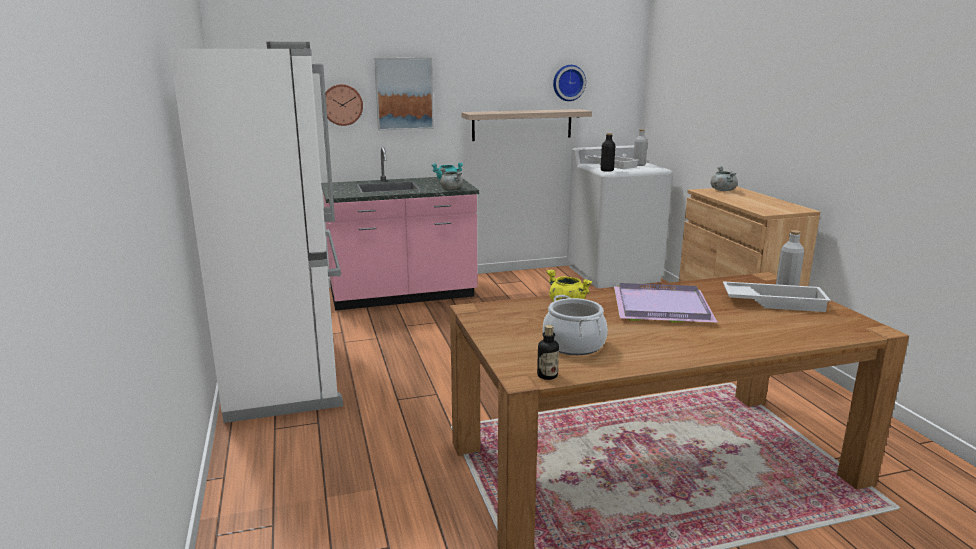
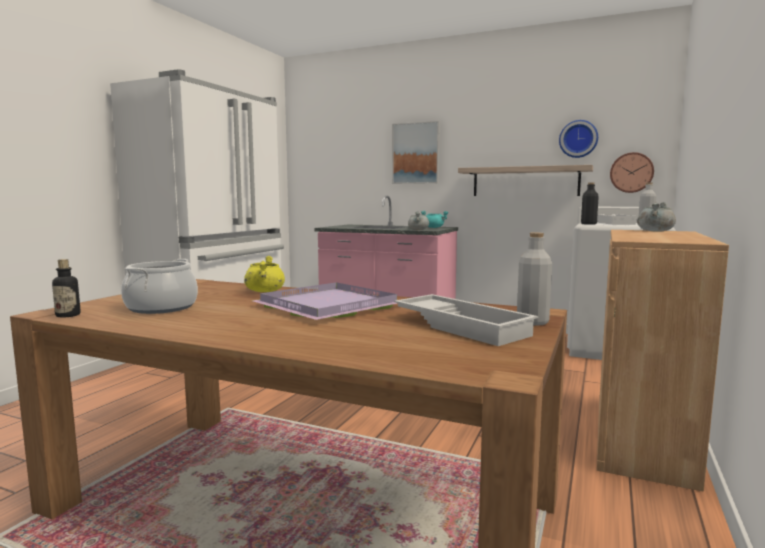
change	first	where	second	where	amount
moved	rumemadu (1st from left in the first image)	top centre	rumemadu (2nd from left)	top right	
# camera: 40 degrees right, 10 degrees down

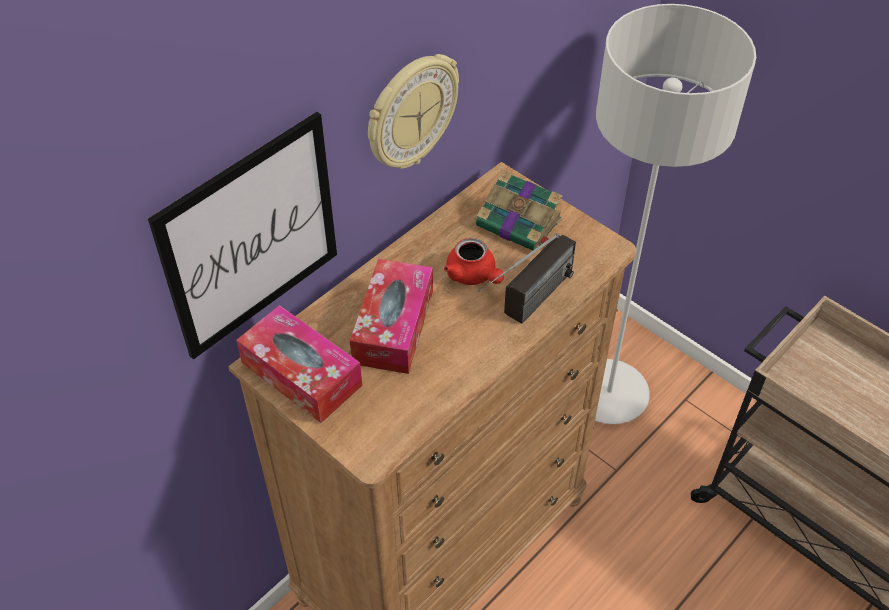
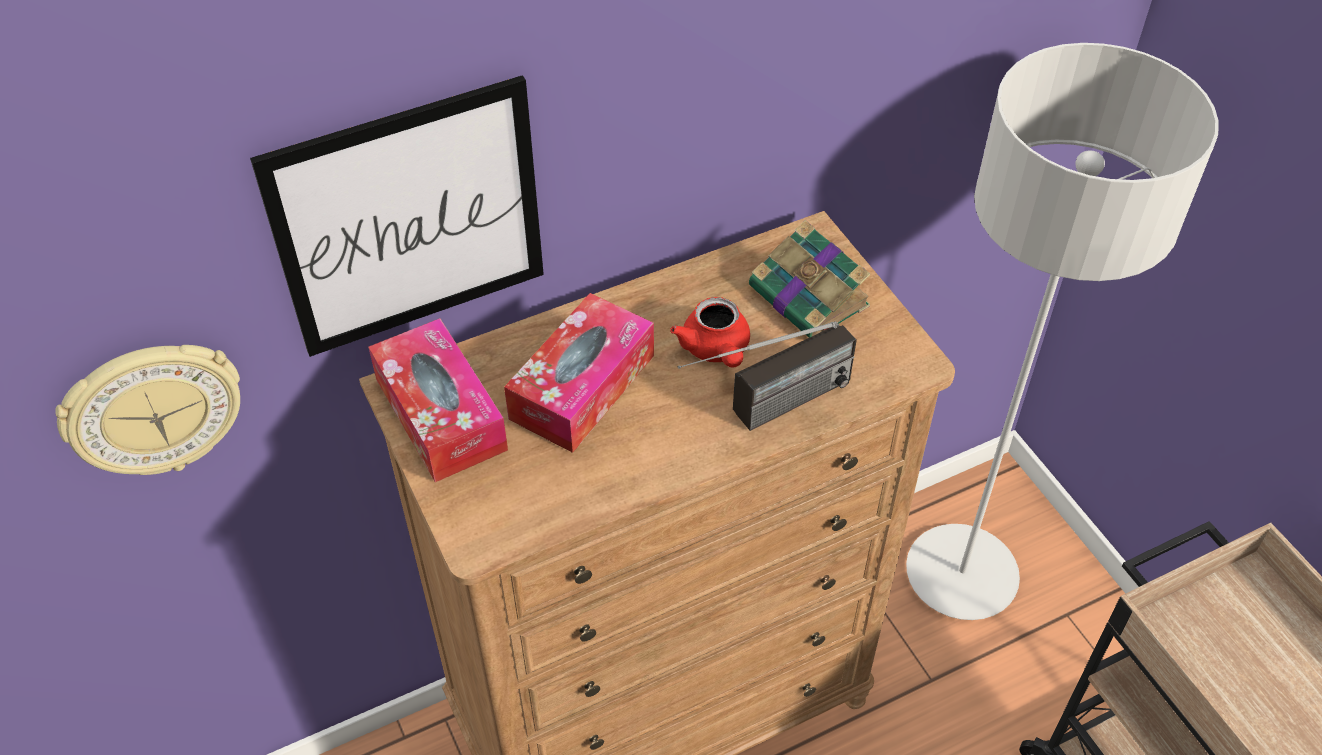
change	first	where	second	where	amount
moved	rumemadu	top centre		middle left	
# camera: 20 degrees right, 0 degrees up

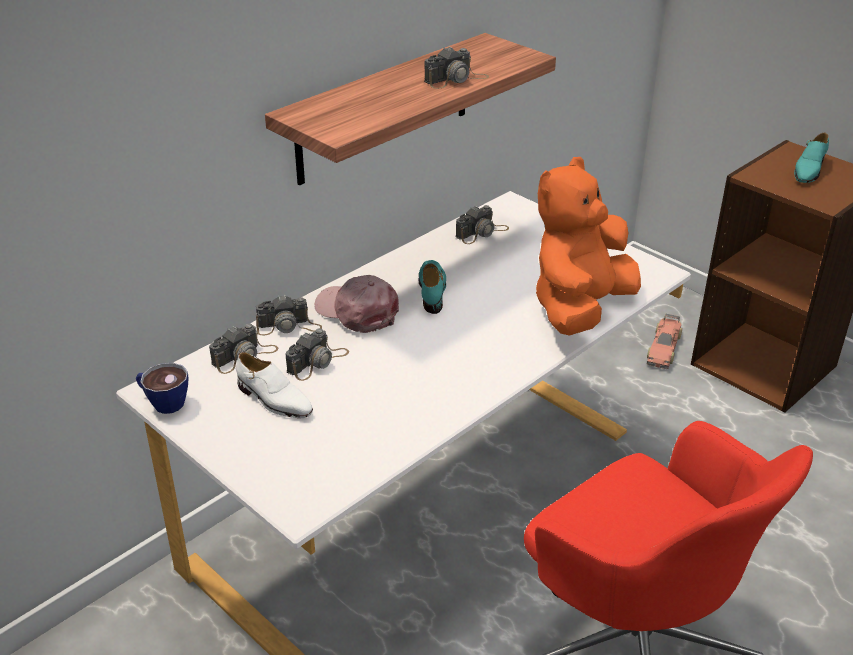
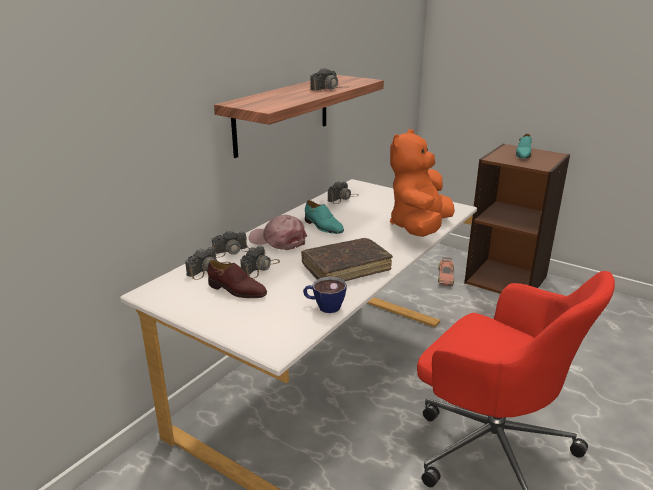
change	first	where	second	where	amount
moved	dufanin	middle left		centre	
recoloured	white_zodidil	middle left	brown_zodidil	centre	
turned	turquoise_zodidil (1st from left)	centre		centre	150 degrees clockwise
added			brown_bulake	centre	
# camera: 10 degrees left, 10 degrees down

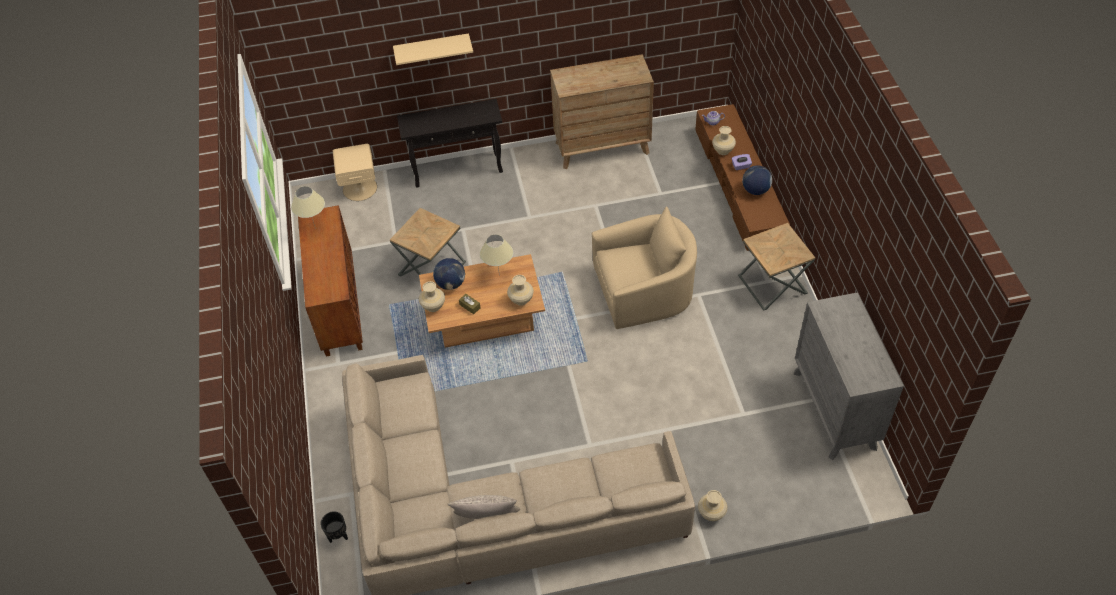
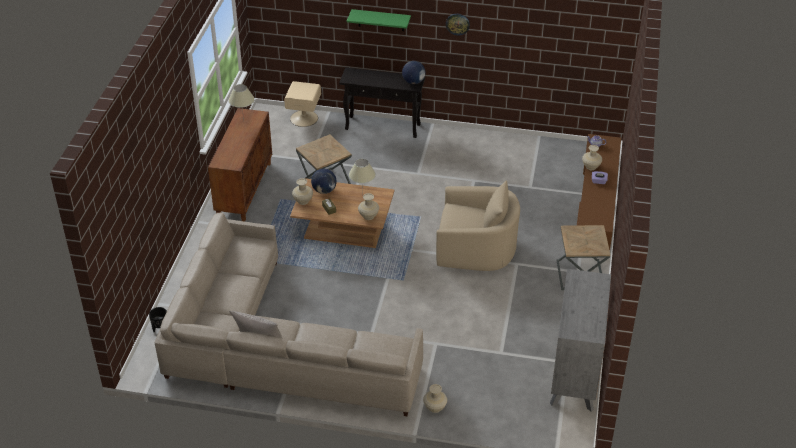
change	first	where	second	where	amount
recoloured	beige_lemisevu	top centre	green_lemisevu	top centre	
removed	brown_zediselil	top centre			
moved	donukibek (2nd from left)	top right		top centre	
added			rumemadu	top centre	
# camera: 20 degrees right, 10 degrees down

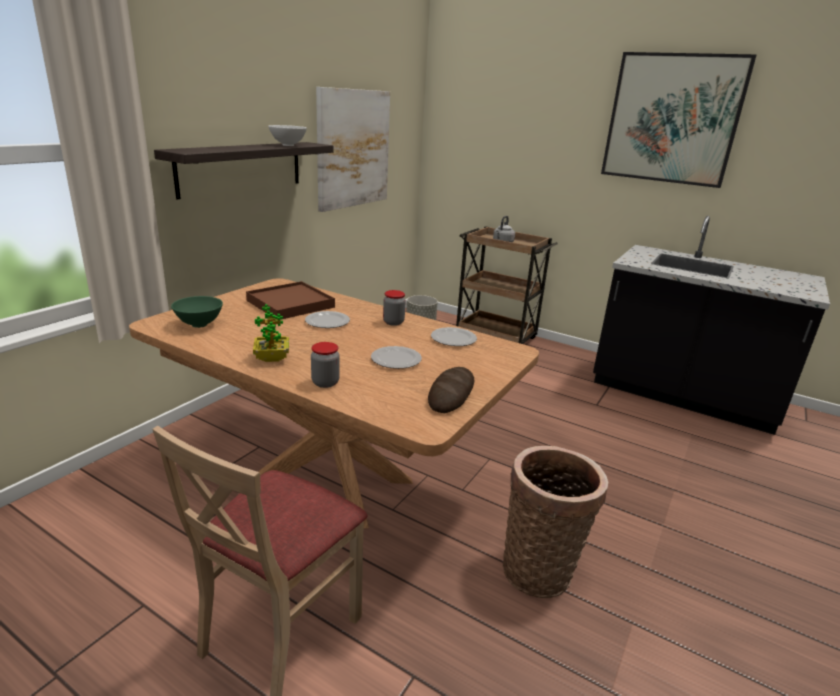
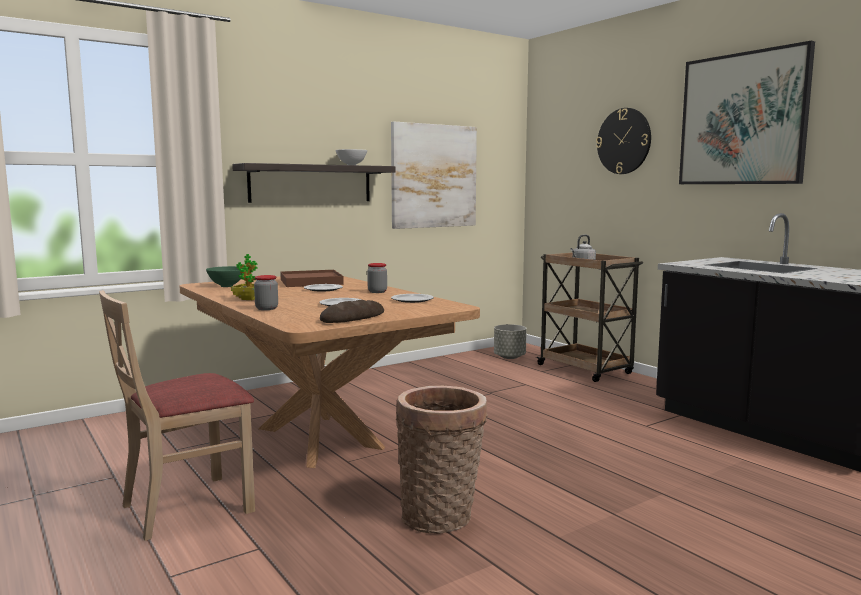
change	first	where	second	where	amount
added			rumemadu	top right	
# camera: 25 degrees right, 15 degrees down

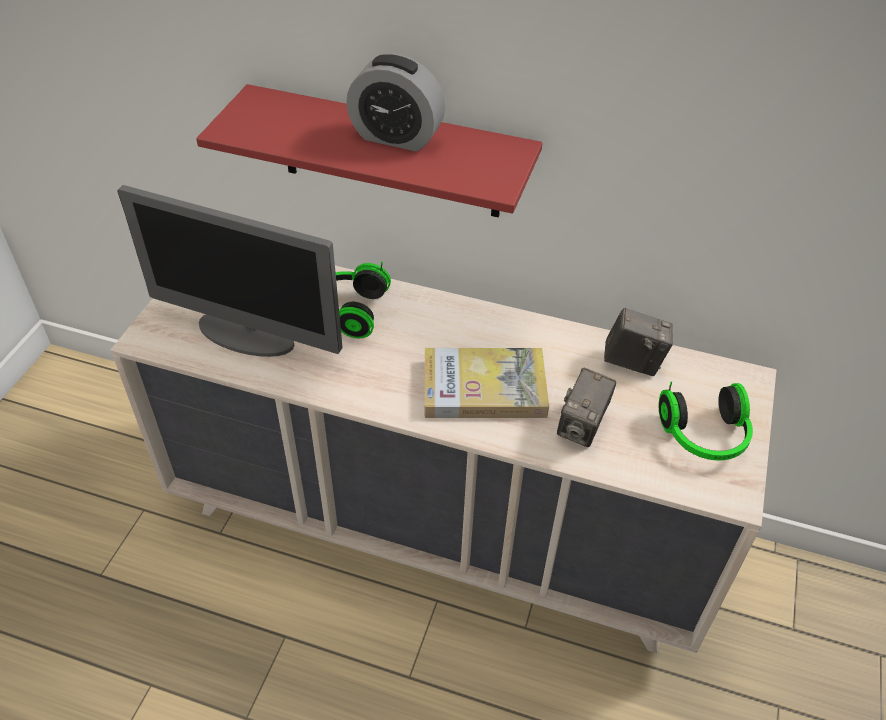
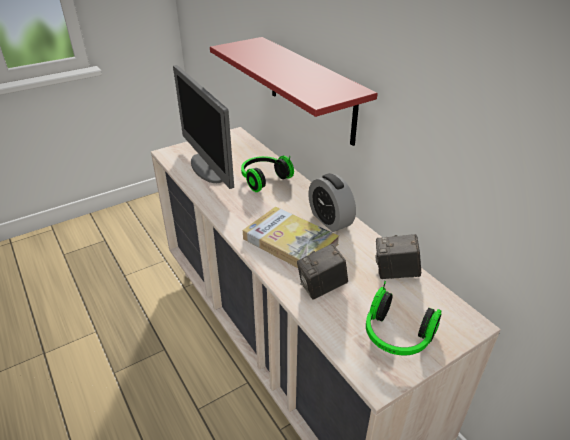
change	first	where	second	where	amount
moved	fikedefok	top centre		centre	
turned	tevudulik (2nd from left)	middle right		middle right	135 degrees clockwise
# camera: 40 degrees right, 10 degrees down

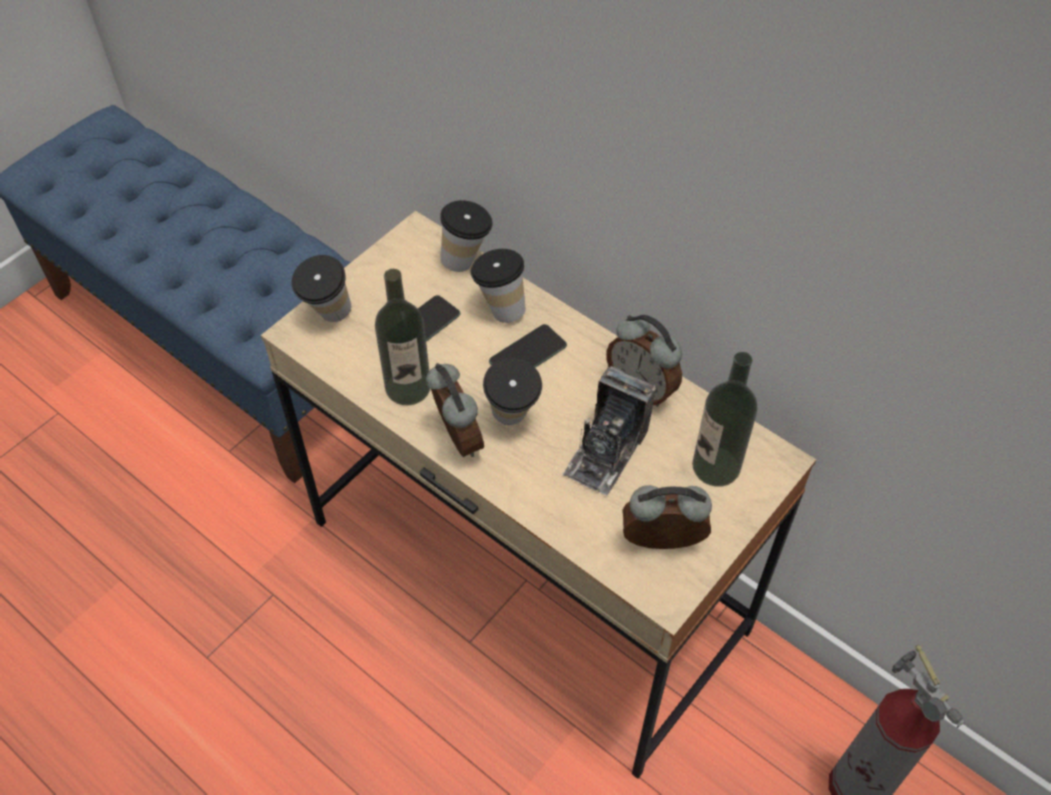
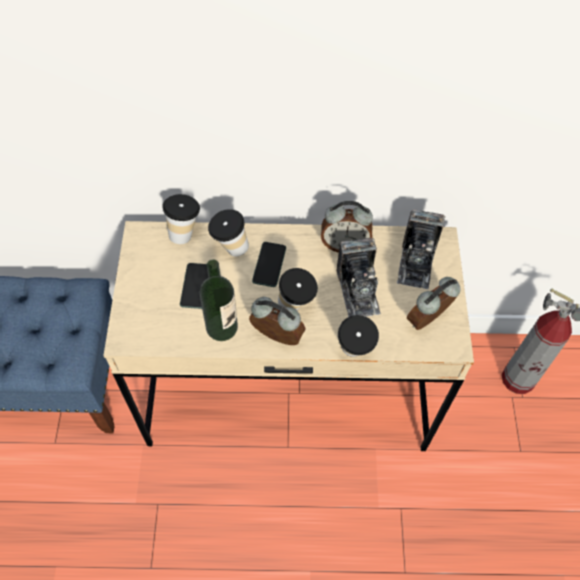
change	first	where	second	where	amount
moved	dufanin (1st from left in the first image)	middle left	dufanin (4th from left)	centre	
replaced	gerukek (2nd from left)	middle right	tevudulik (2nd from left)	middle right	
# camera: 40 degrees left, 5 degrees up

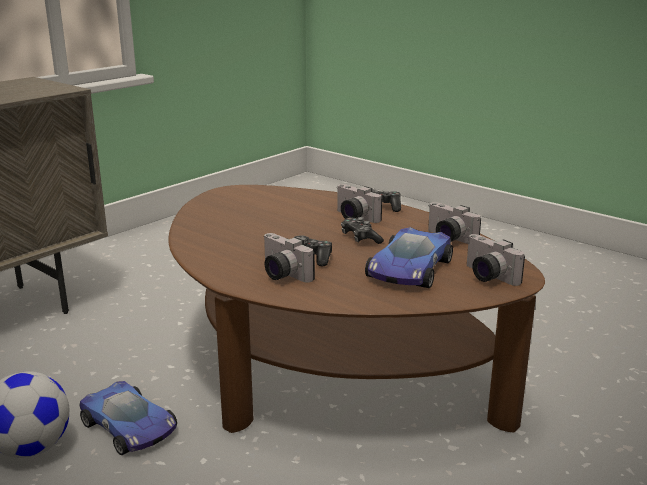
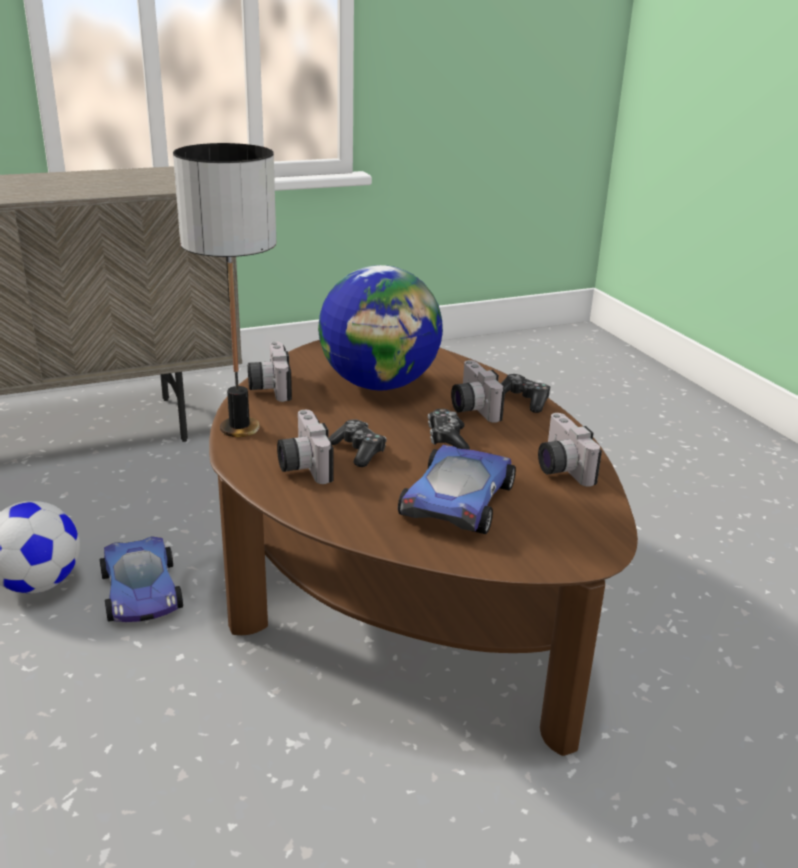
change	first	where	second	where	amount
turned	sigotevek (2nd from left)	centre		centre	150 degrees clockwise
moved	tevudulik (4th from left in the first image)	middle right	tevudulik (1st from left)	centre	
added			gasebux	middle left	
added			donukibek	centre	
# camera: 25 degrees right, 5 degrees up

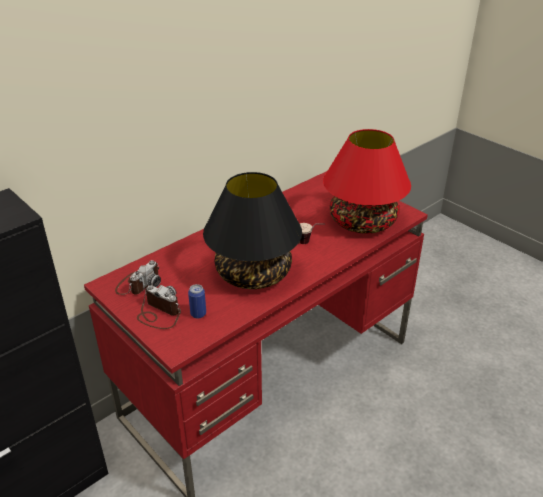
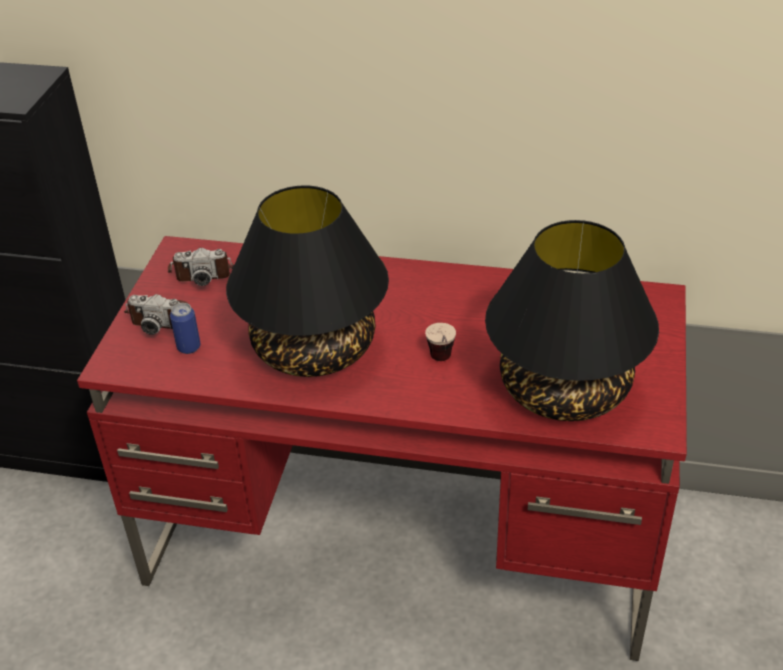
change	first	where	second	where	amount
turned	tevudulik (2nd from left in the first image)	middle left	tevudulik (1st from left)	middle left	105 degrees clockwise
recoloured	red_gasebux	middle right	black_gasebux (2nd from left)	middle right	
# camera: 55 degrees right, 5 degrees up

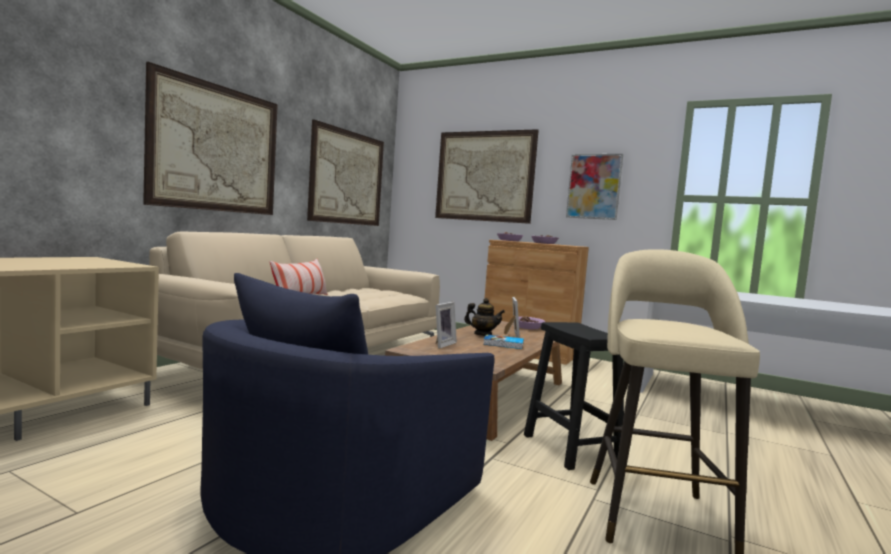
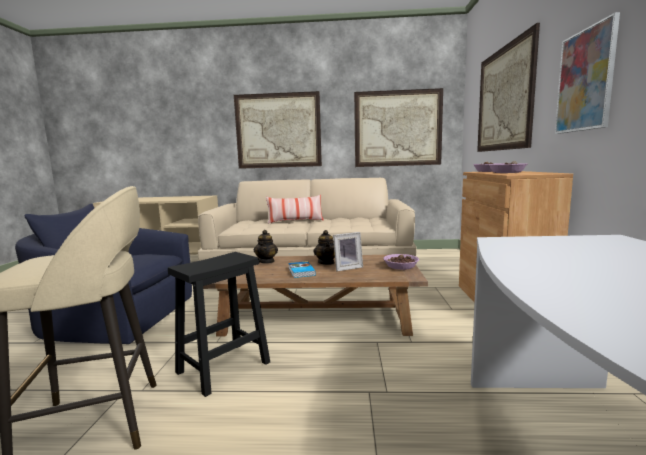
change	first	where	second	where	amount
replaced	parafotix (1st from left)	centre	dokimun (1st from left)	centre	
# camera: 65 degrees right, 5 degrees up

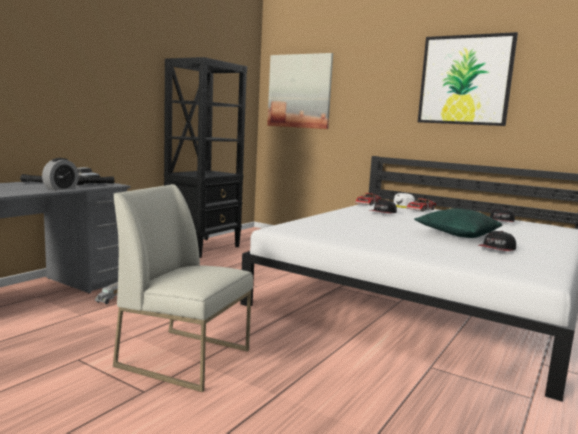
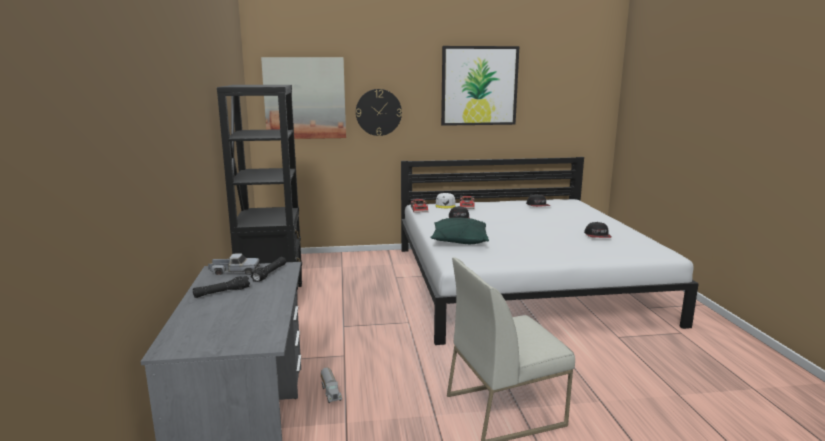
change	first	where	second	where	amount
removed	fikedefok	middle left			
moved	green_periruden	middle right		centre	
added			rumemadu	top centre	
# camera: 40 degrees left, 5 degrees up

